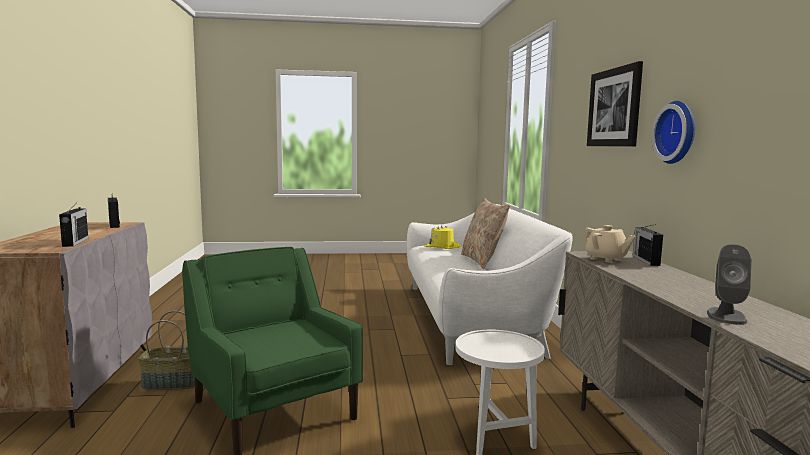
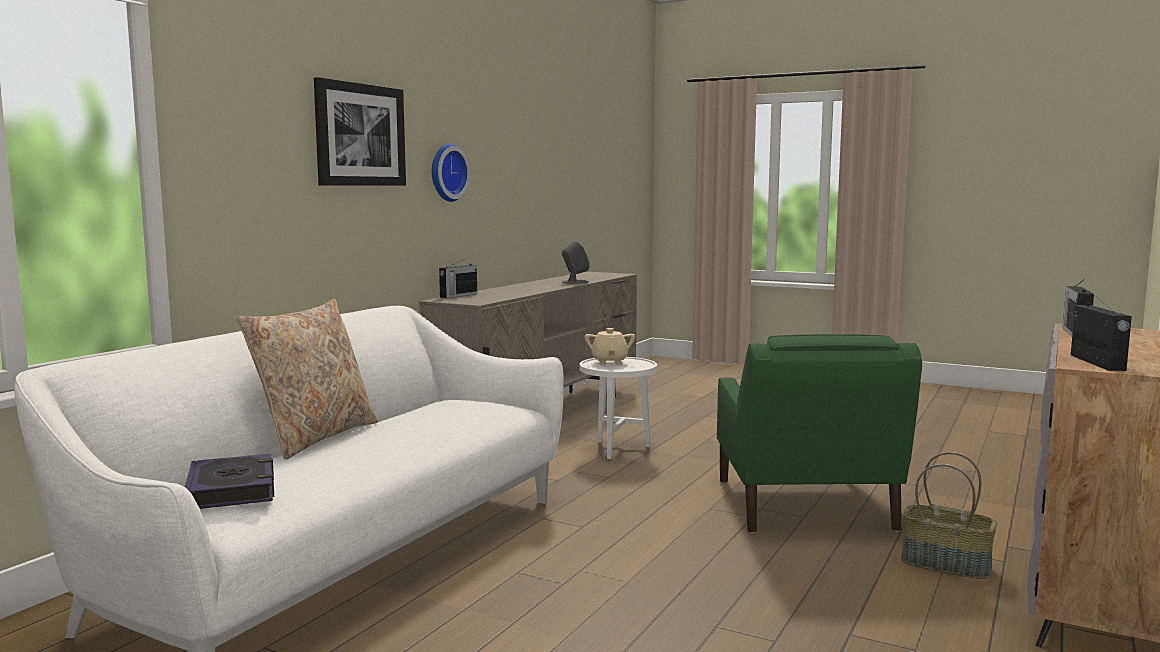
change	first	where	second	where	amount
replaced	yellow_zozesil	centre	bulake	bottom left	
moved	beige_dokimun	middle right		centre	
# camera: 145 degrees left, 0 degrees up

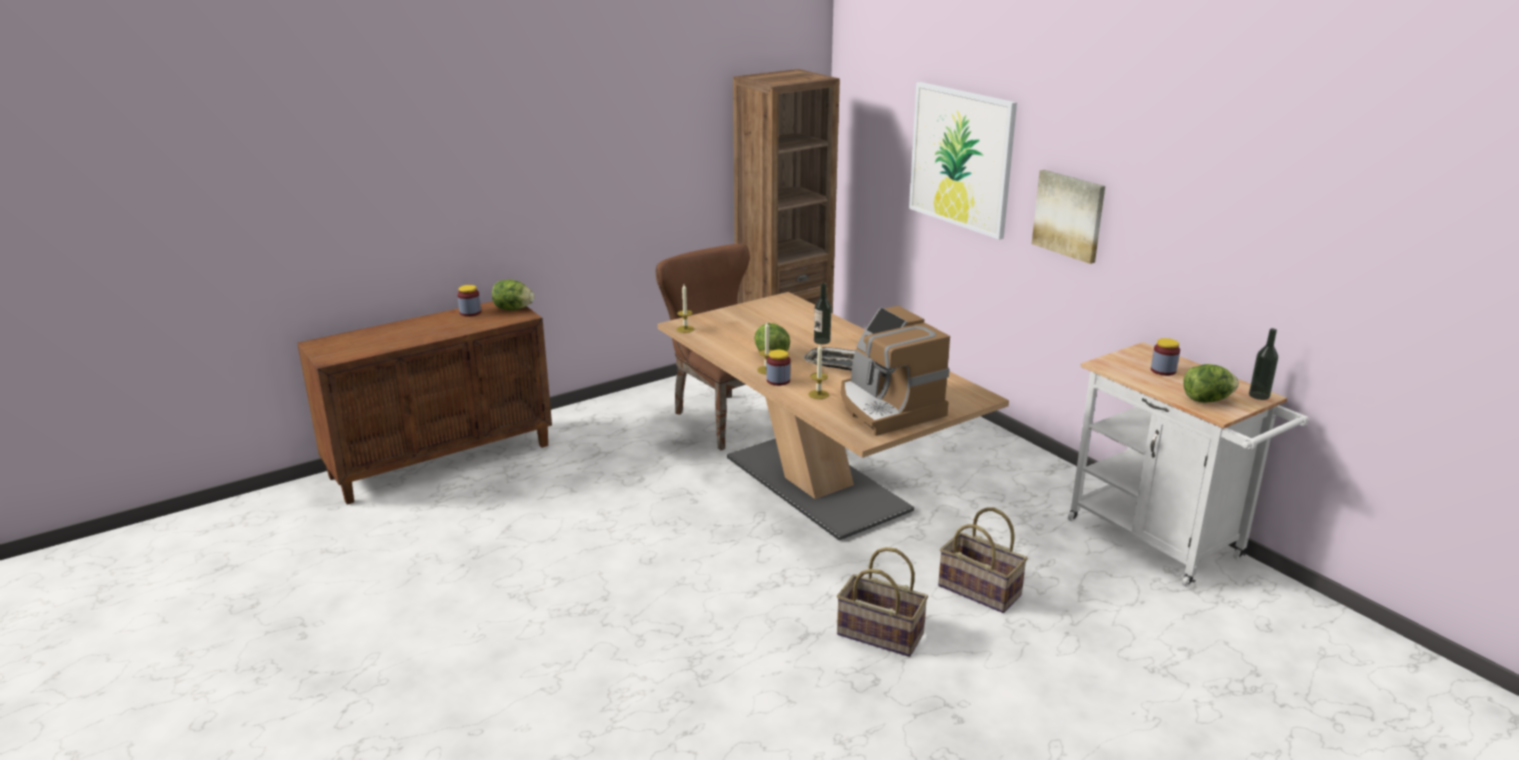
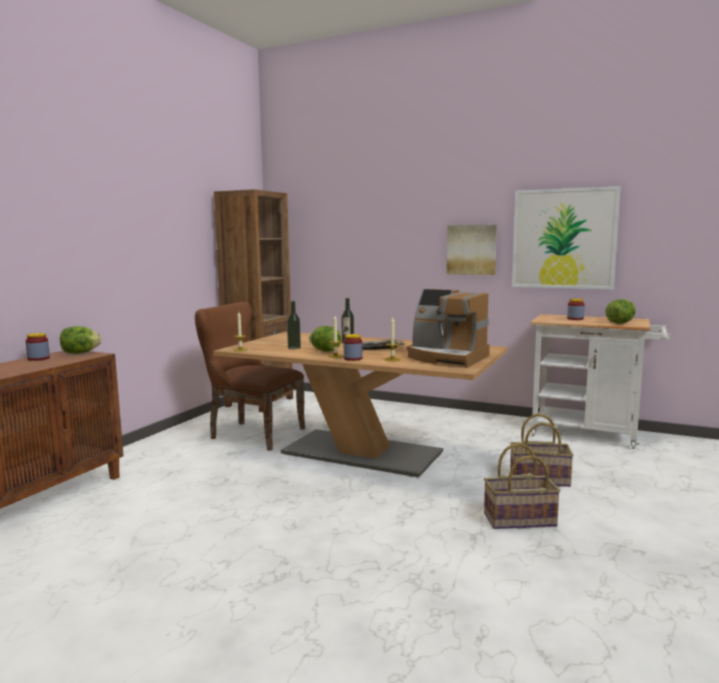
change	first	where	second	where	amount
moved	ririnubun (1st from left in the first image)	top centre	ririnubun (2nd from left)	middle right	
moved	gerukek (2nd from left in the first image)	middle right	gerukek (1st from left)	centre	
# camera: 30 degrees left, 15 degrees down

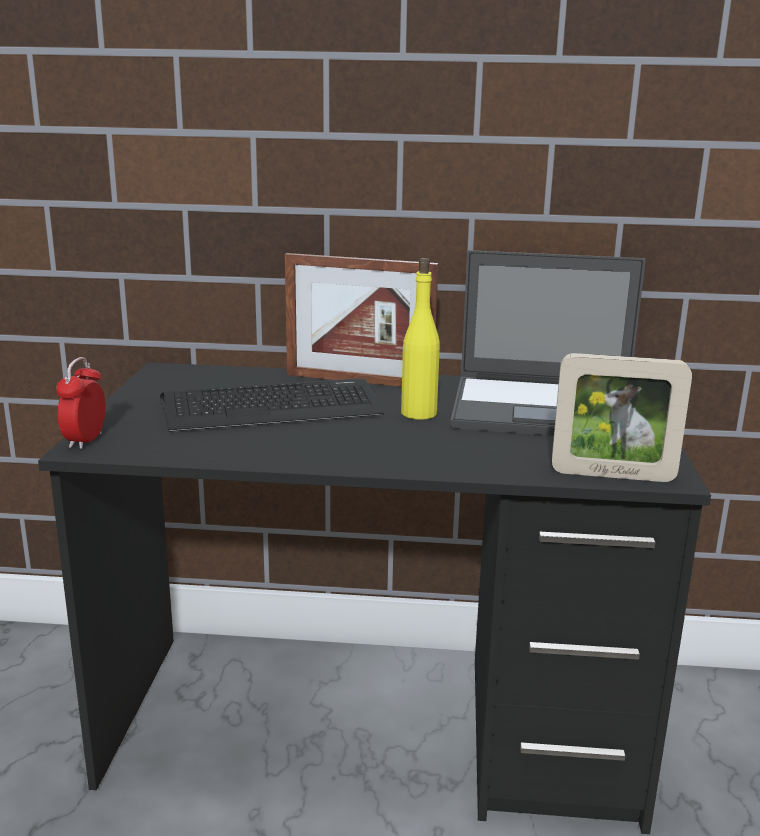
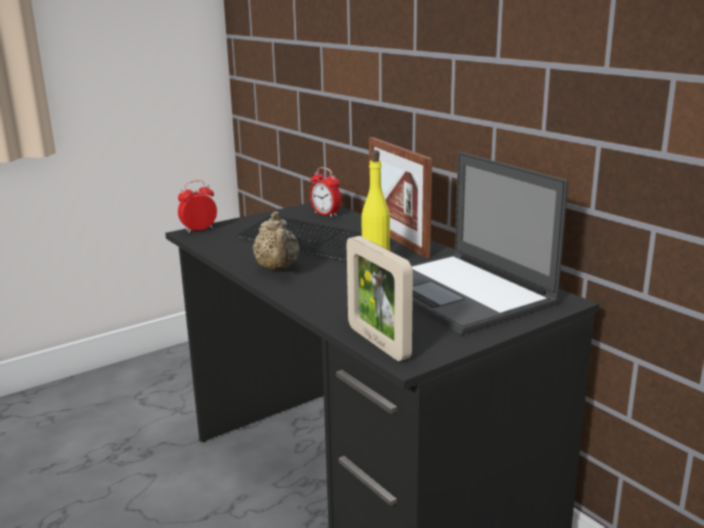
change	first	where	second	where	amount
added			beige_dokimun	centre	
added			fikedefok (2nd from left)	centre	
# camera: 50 degrees right, 0 degrees up

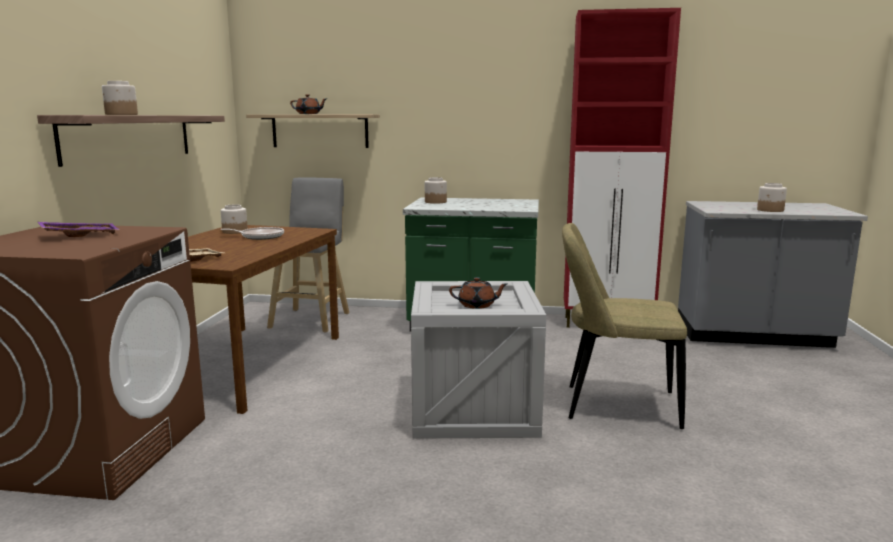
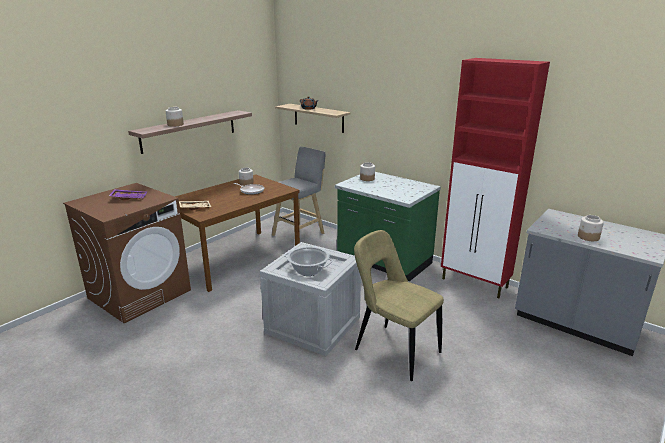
change	first	where	second	where	amount
replaced	brown_dokimun (2nd from left)	centre	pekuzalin	centre	
# camera: 30 degrees right, 10 degrees up

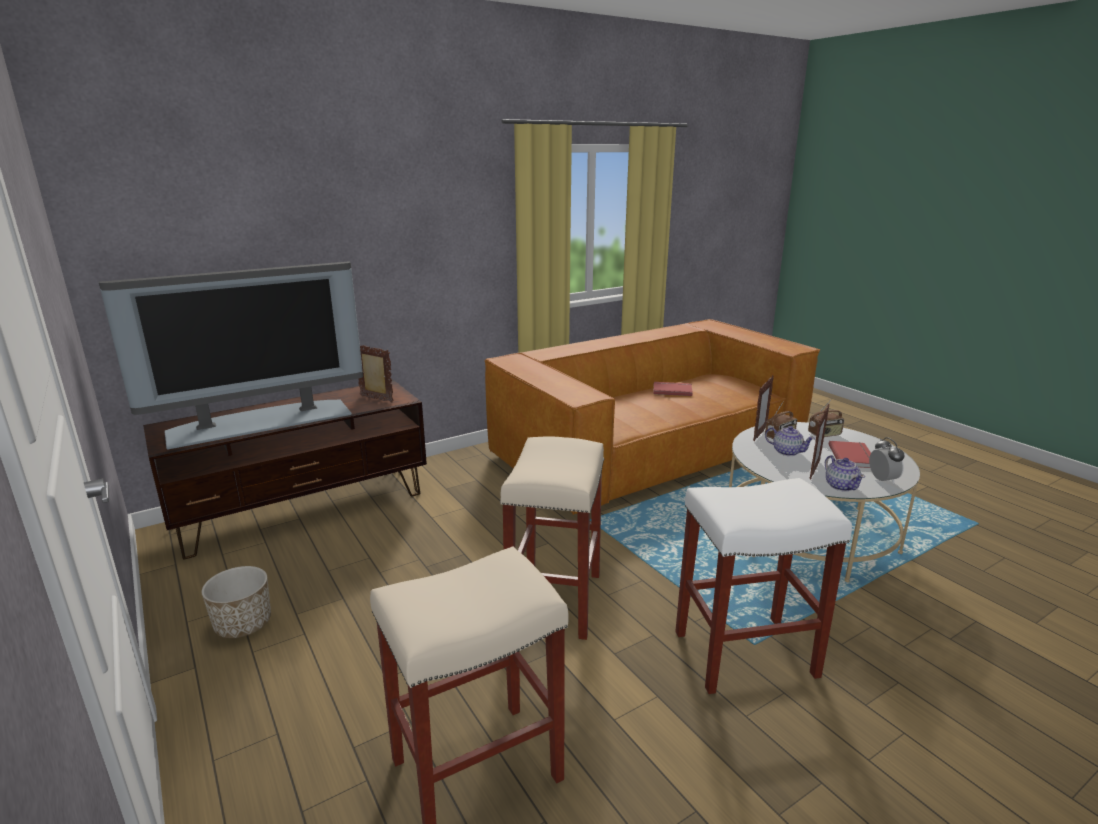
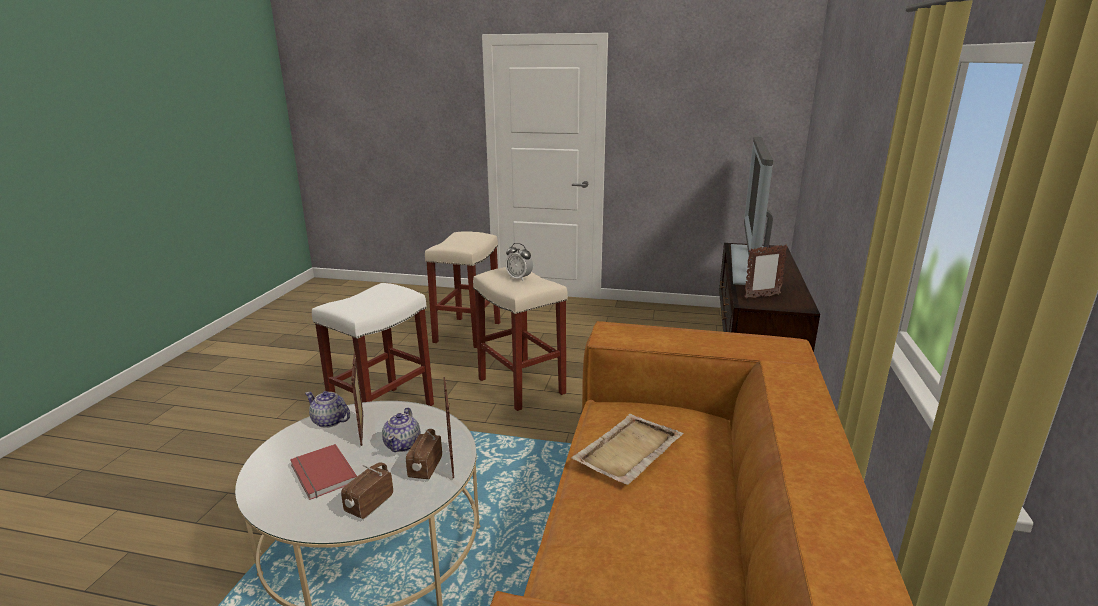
change	first	where	second	where	amount
removed	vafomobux	bottom left			
removed	red_bulake (1st from left)	centre			
turned	dokimun (1st from left in the first image)	middle right	dokimun (2nd from left)	bottom centre	75 degrees counterclockwise
moved	fikedefok	middle right		centre	
added			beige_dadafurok	bottom centre	
# camera: 135 degrees right, 0 degrees up

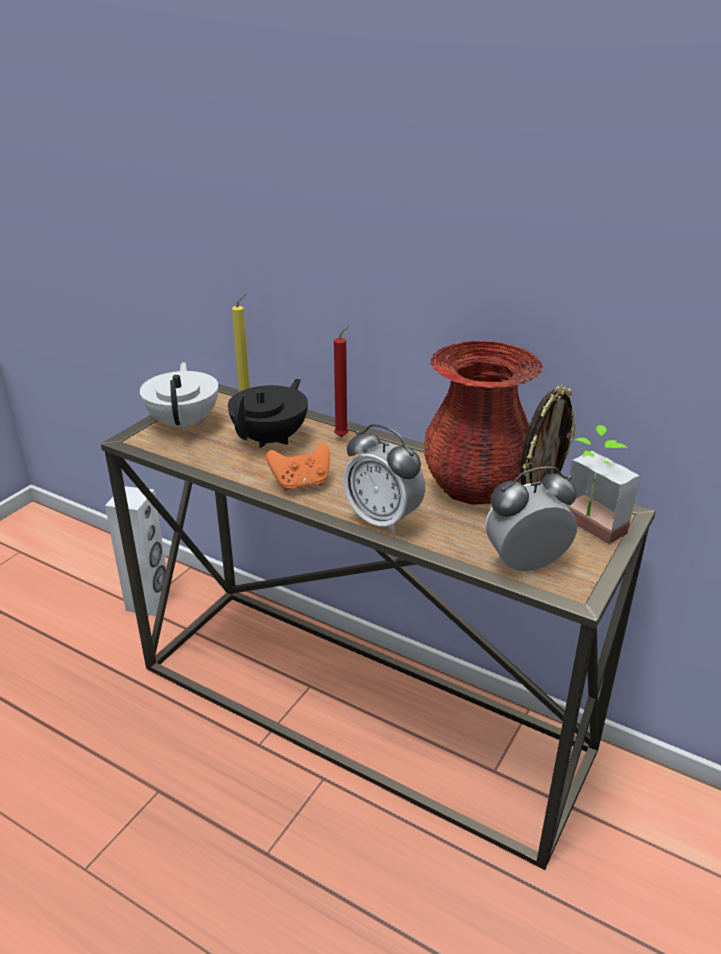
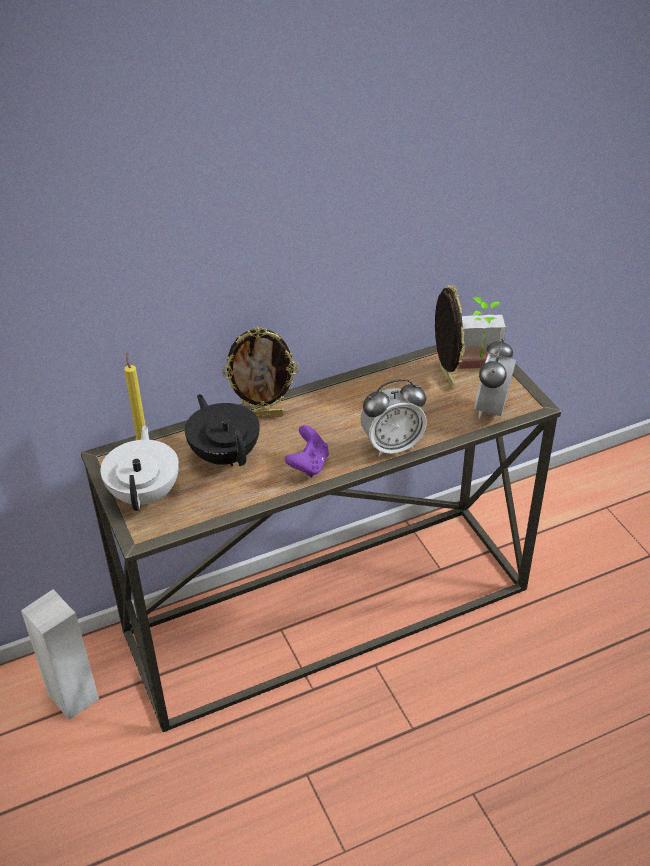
change	first	where	second	where	amount
turned	white_dokimun	middle left		middle left	60 degrees clockwise
recoloured	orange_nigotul	centre	purple_nigotul	centre	
replaced	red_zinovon	centre	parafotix (1st from left)	centre	
removed	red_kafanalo	middle right			
# camera: 55 degrees left, 10 degrees up

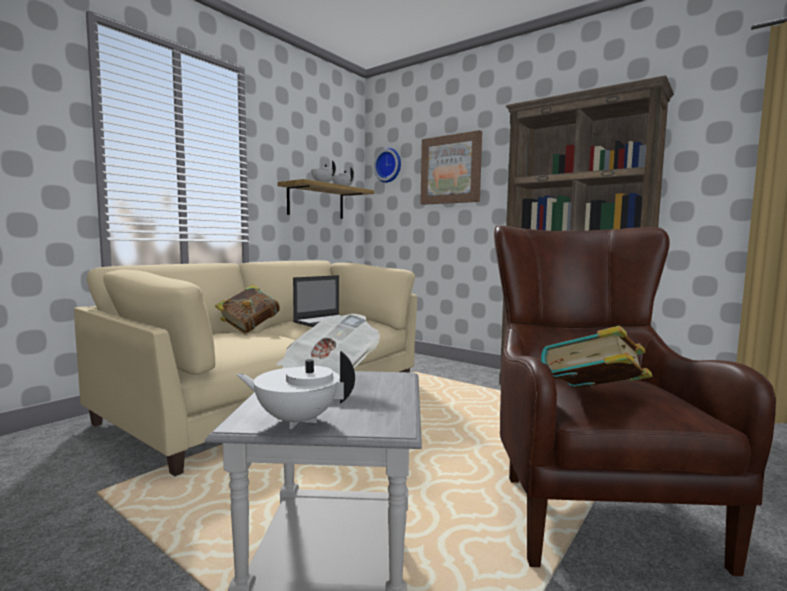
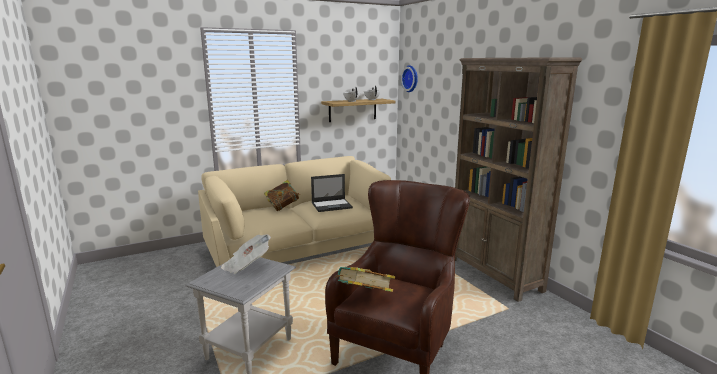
change	first	where	second	where	amount
removed	white_dokimun (1st from left)	centre			
removed	ririnubun	top centre			
# camera: 25 degrees right, 10 degrees up

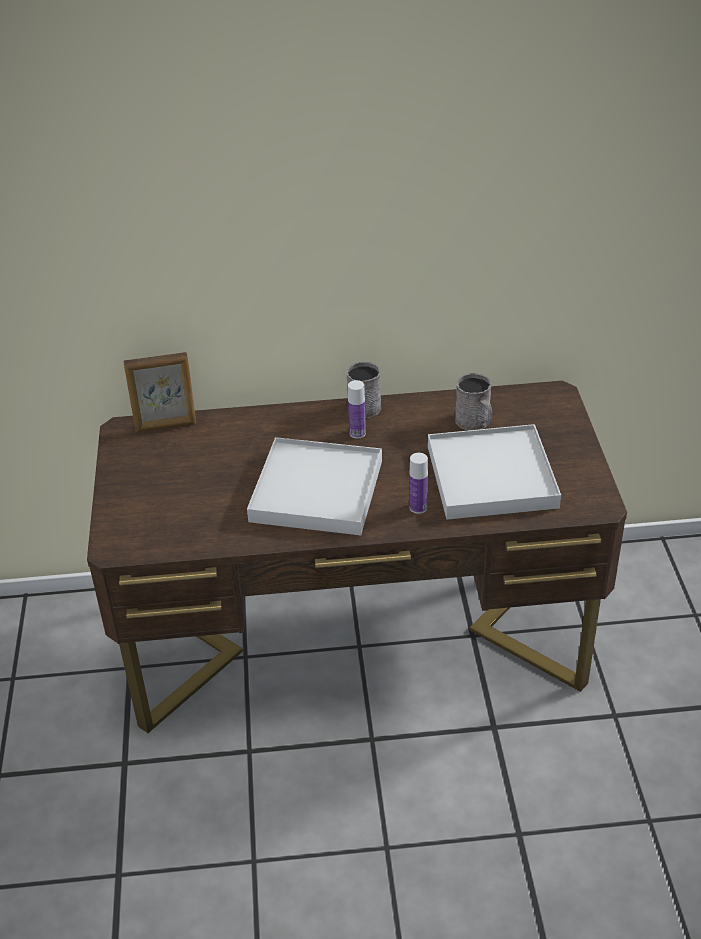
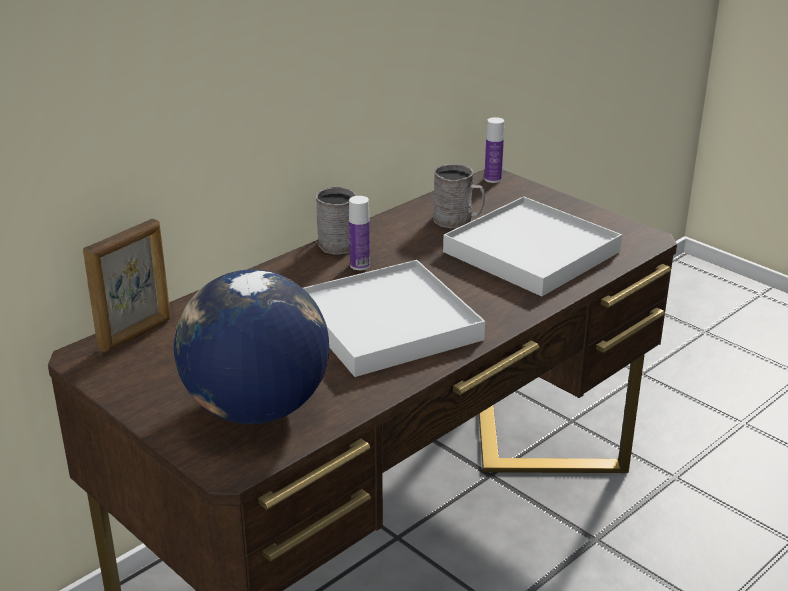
change	first	where	second	where	amount
moved	gerukek (2nd from left)	centre		top centre	
added			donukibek	middle left	
# camera: 40 degrees left, 10 degrees down

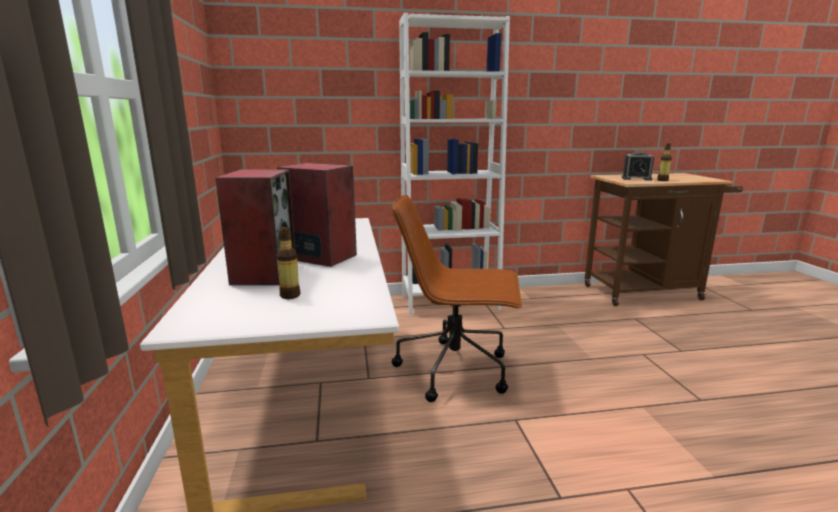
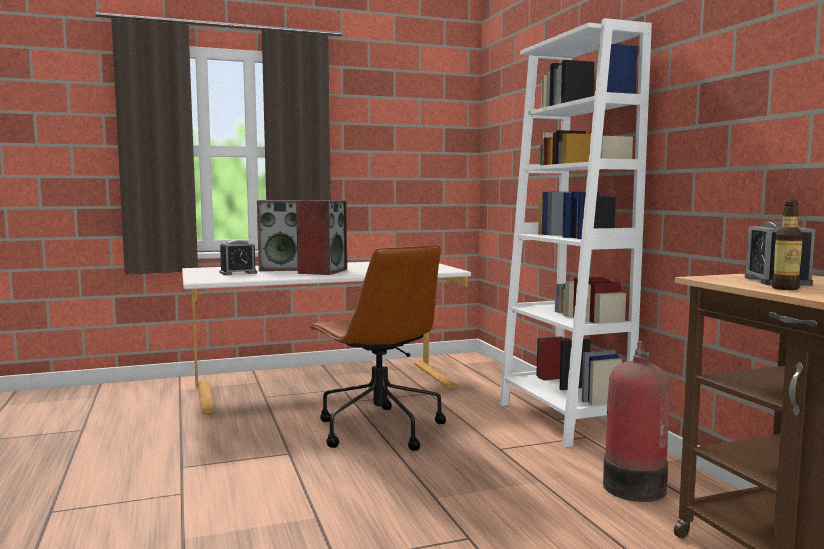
change	first	where	second	where	amount
replaced	gerukek (1st from left)	centre	fikedefok (1st from left)	middle left	
turned	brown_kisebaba	centre		centre	150 degrees clockwise
added			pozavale	bottom right	
# camera: 80 degrees right, 10 degrees down

